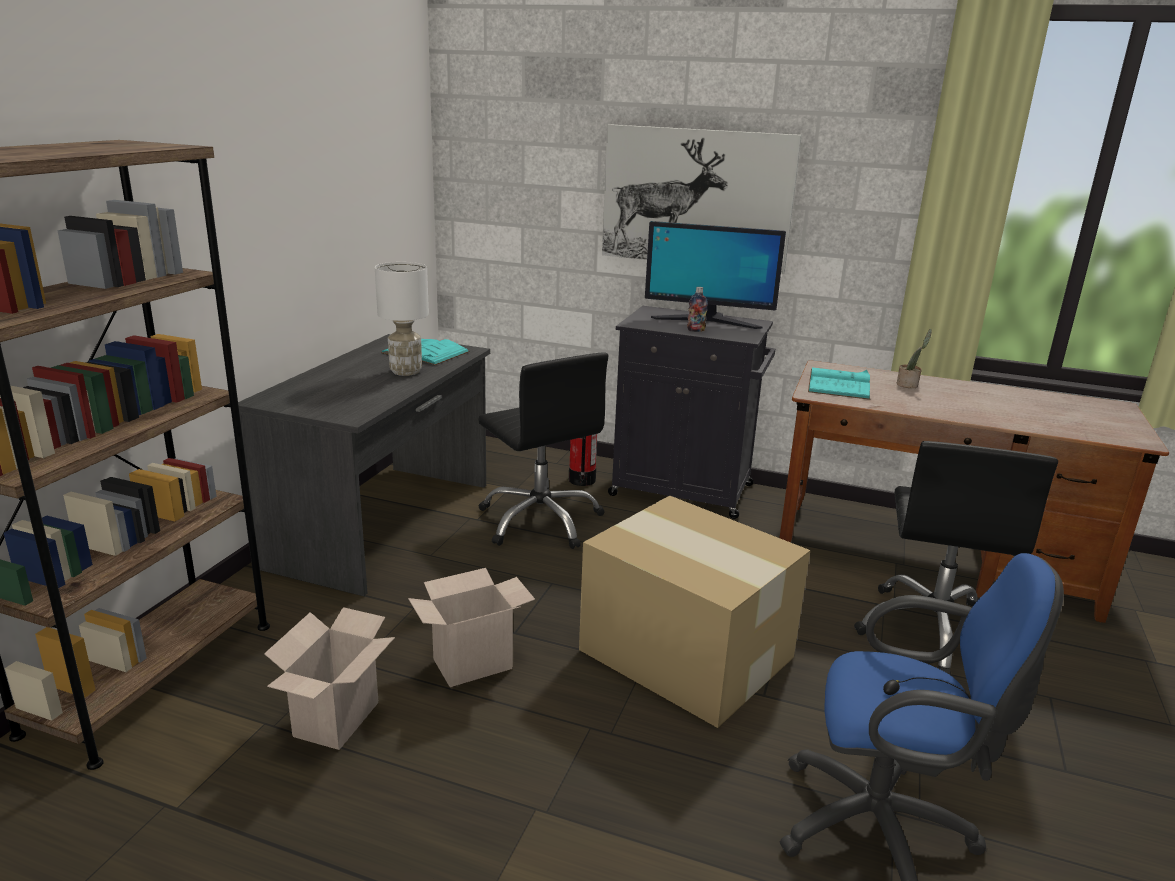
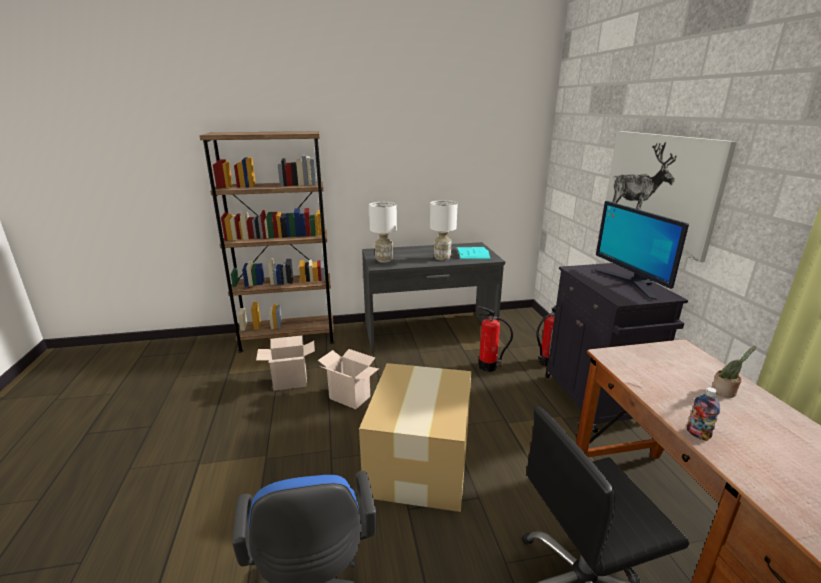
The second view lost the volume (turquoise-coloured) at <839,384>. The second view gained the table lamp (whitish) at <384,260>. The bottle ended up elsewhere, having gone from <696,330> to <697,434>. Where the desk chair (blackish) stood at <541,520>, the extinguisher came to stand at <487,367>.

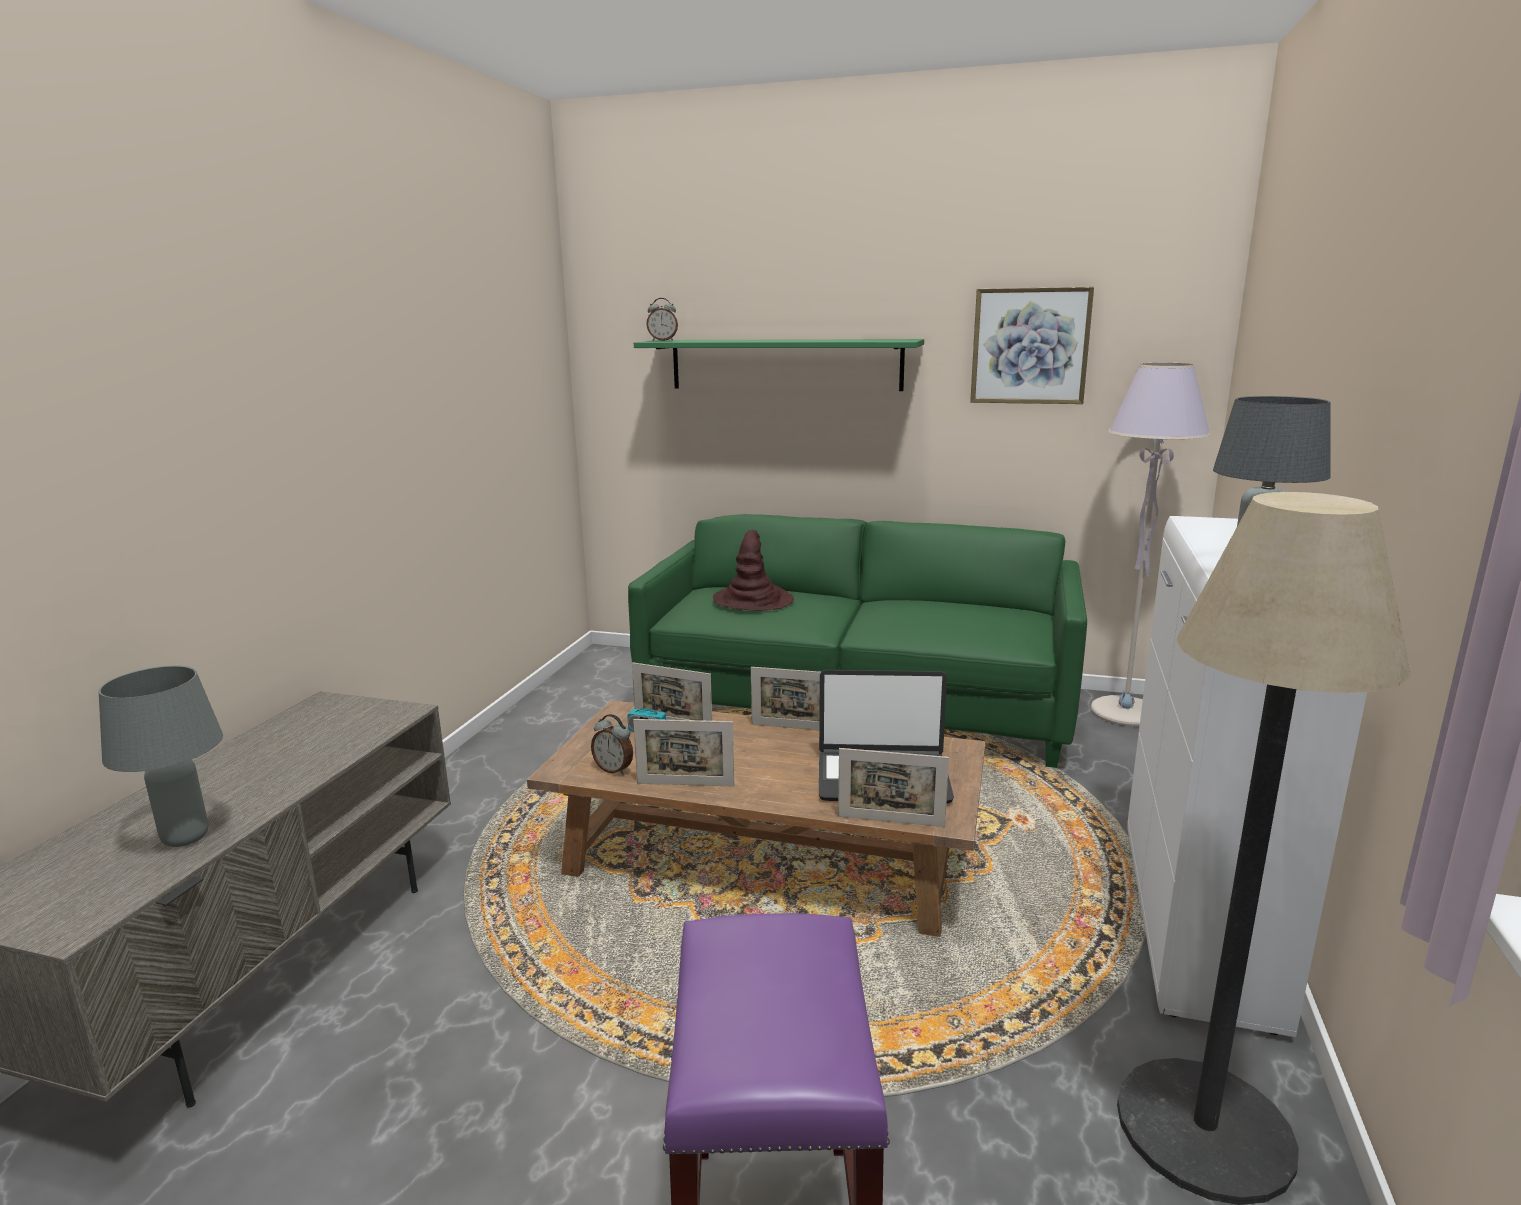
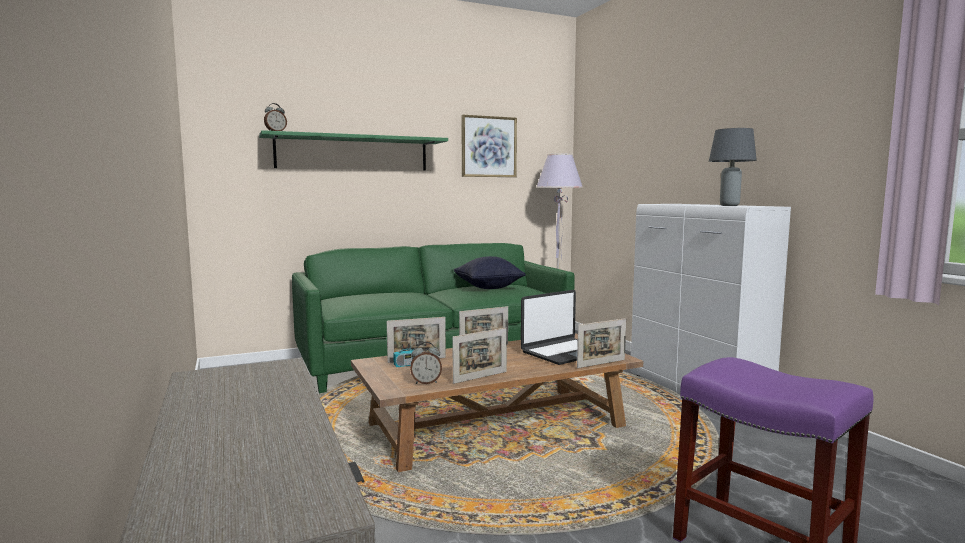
The second view lost the table lamp (greyish) at <186,838>. The second view lost the clothing hat (brownish) at <753,600>. The second view lost the standing lamp at <1204,1129>. The second view gained the pillow (blackish) at <488,287>.

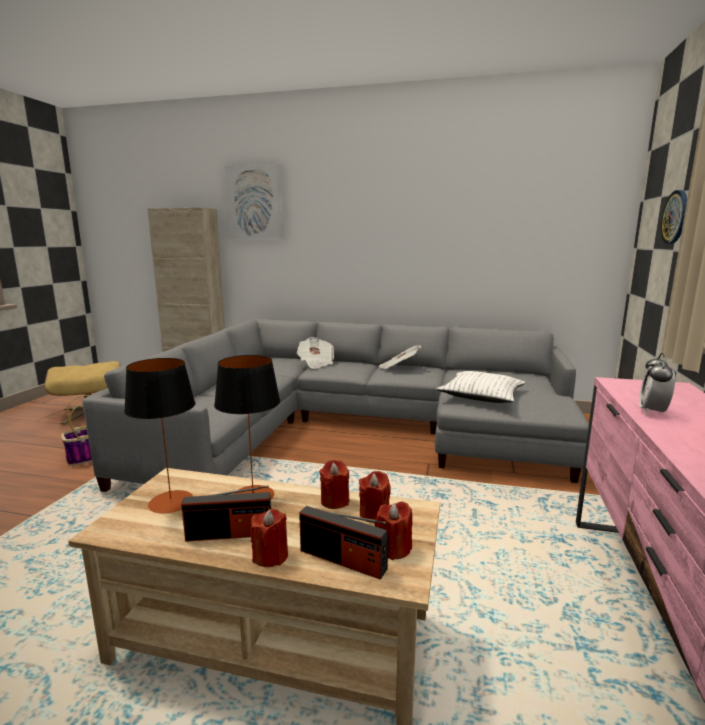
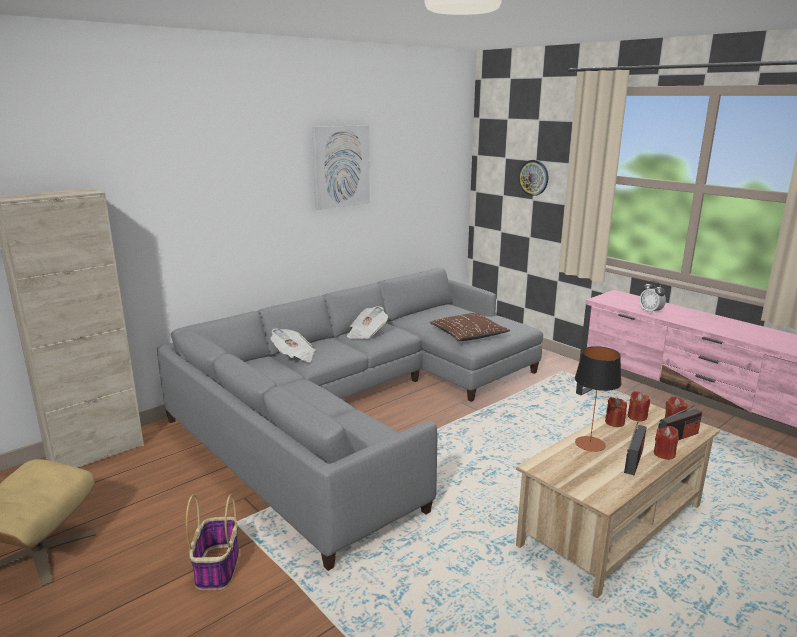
The second view lost the table lamp at <171,502>. The picture ended up elsewhere, having gone from <255,203> to <340,166>. What was the pillow (whitish) at <481,396> turned into the pillow (brownish) at <468,334>.

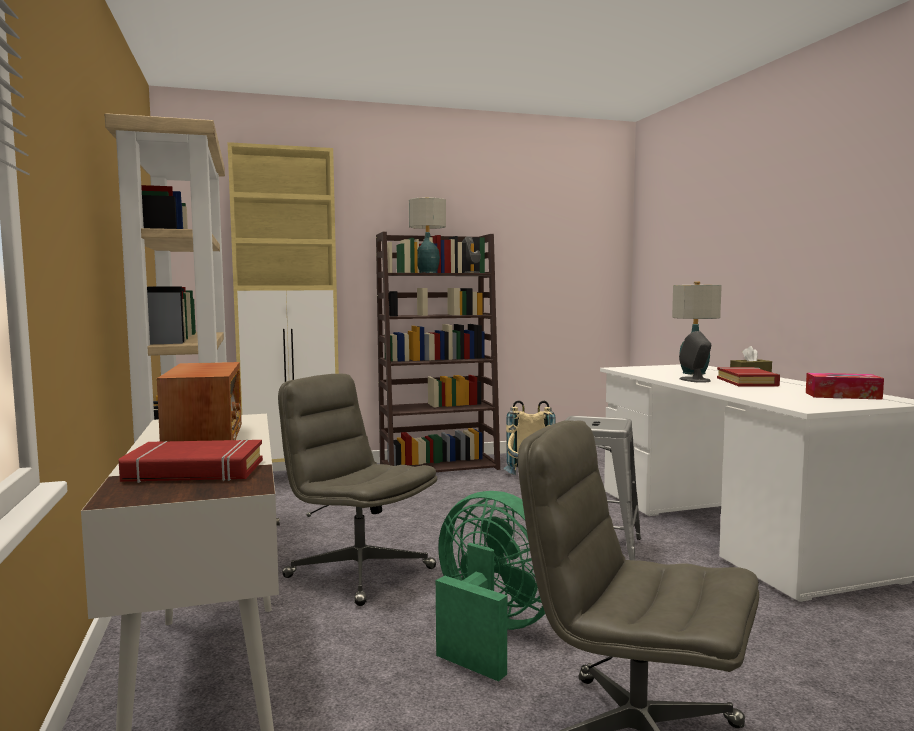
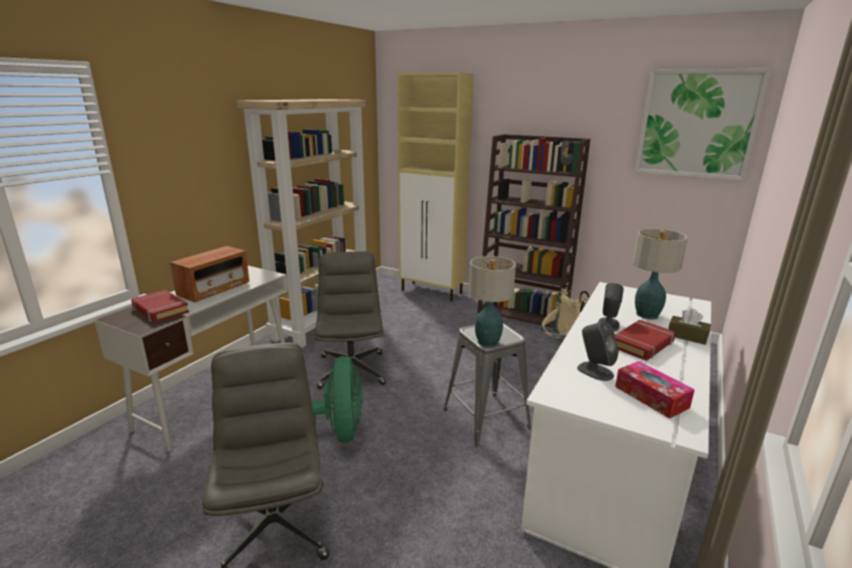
The second view gained the loudspeaker (greyish) at <594,371>. The second view gained the picture at <697,124>. The table lamp ended up elsewhere, having gone from <427,273> to <487,342>.

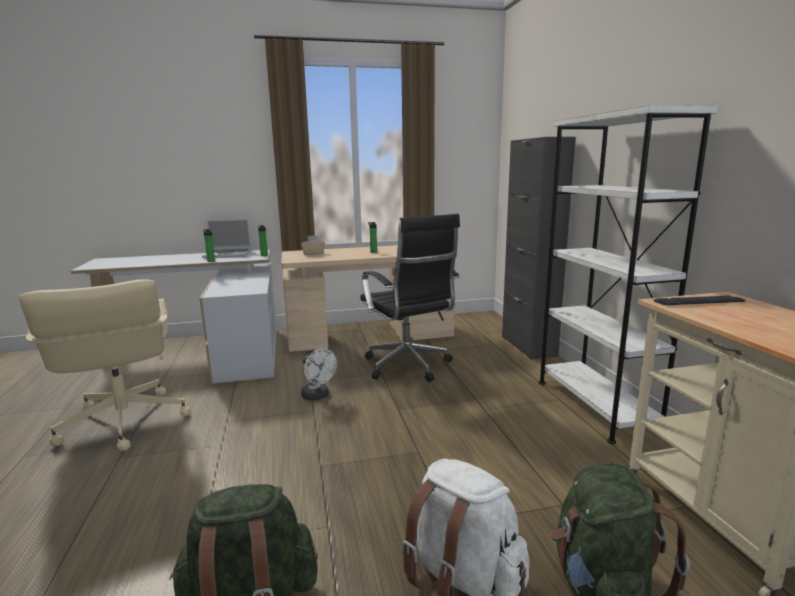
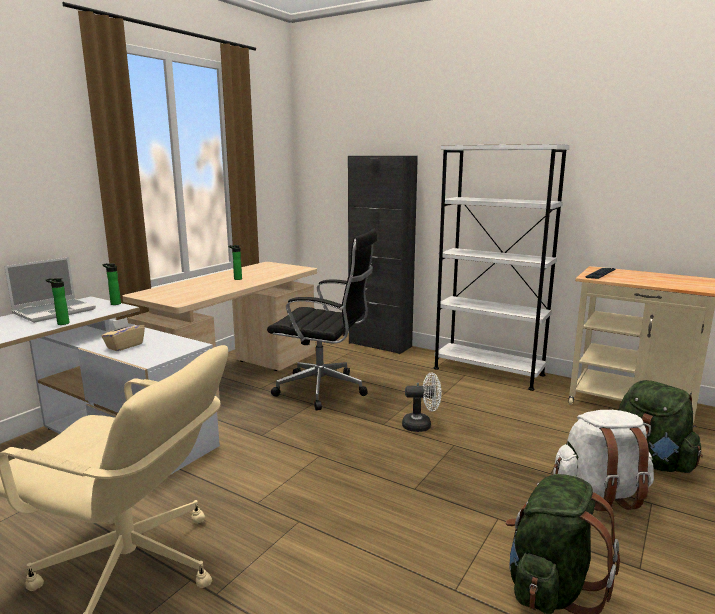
The box of tissues (beige-coloured) ended up elsewhere, having gone from <313,253> to <124,346>. The cooling fan (whitish) ended up elsewhere, having gone from <318,396> to <421,425>.

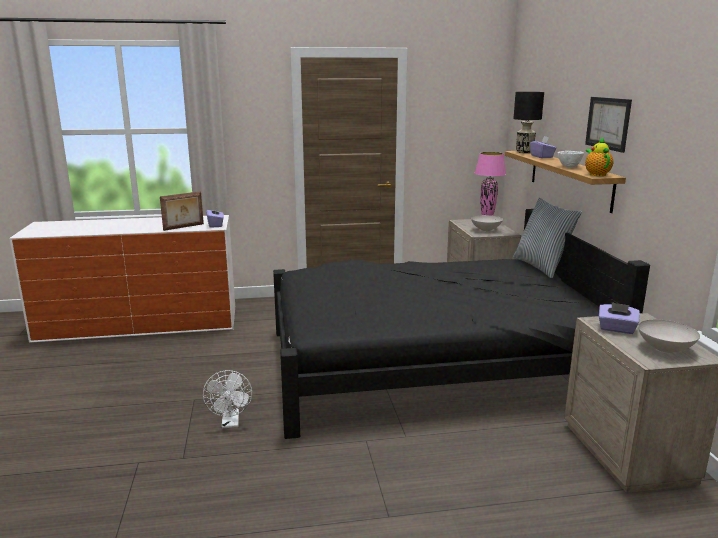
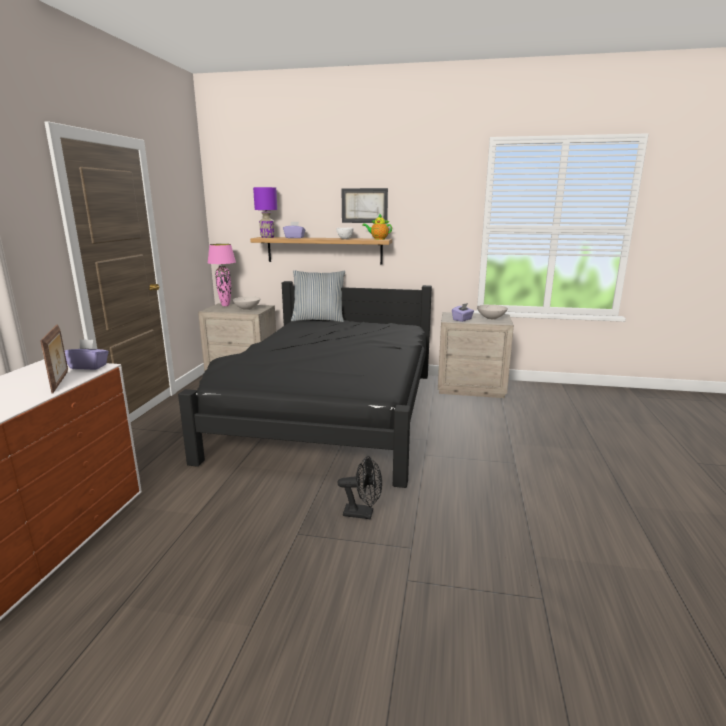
What was the cooling fan (whitish) at <231,423> turned into the cooling fan (blackish) at <363,513>. What was the table lamp (blackish) at <524,152> turned into the table lamp (purple) at <267,237>.

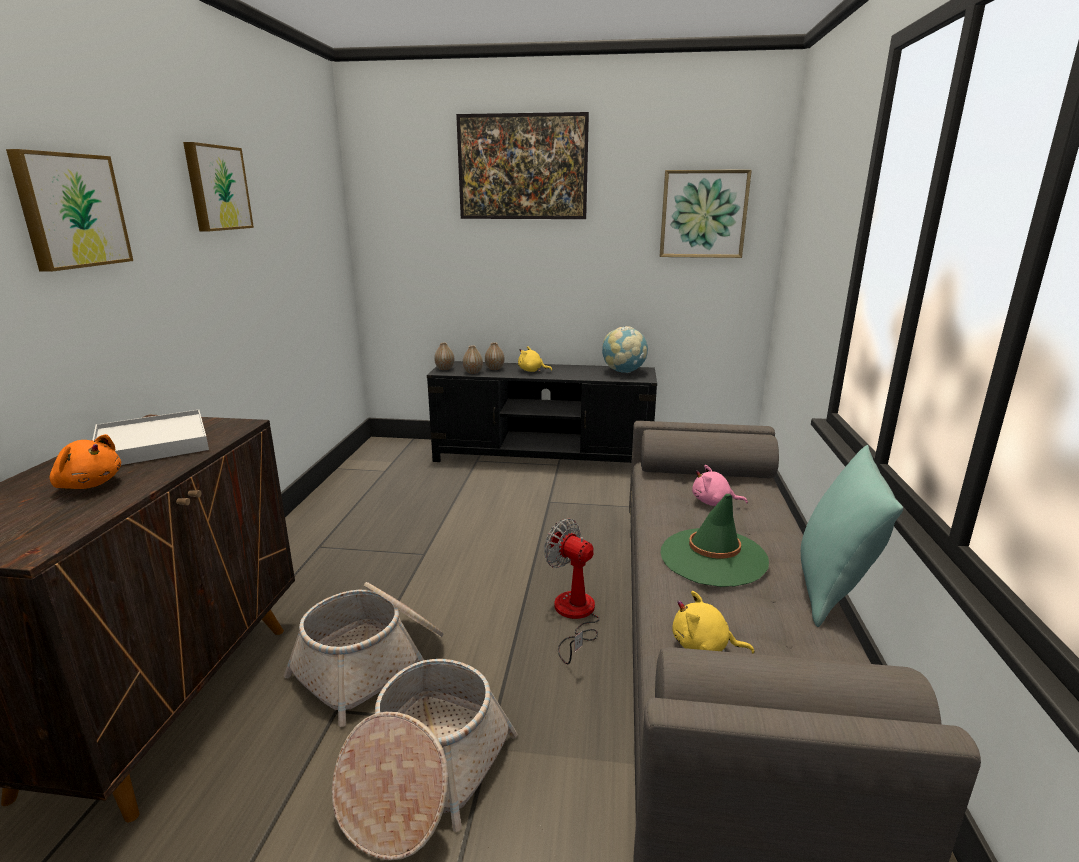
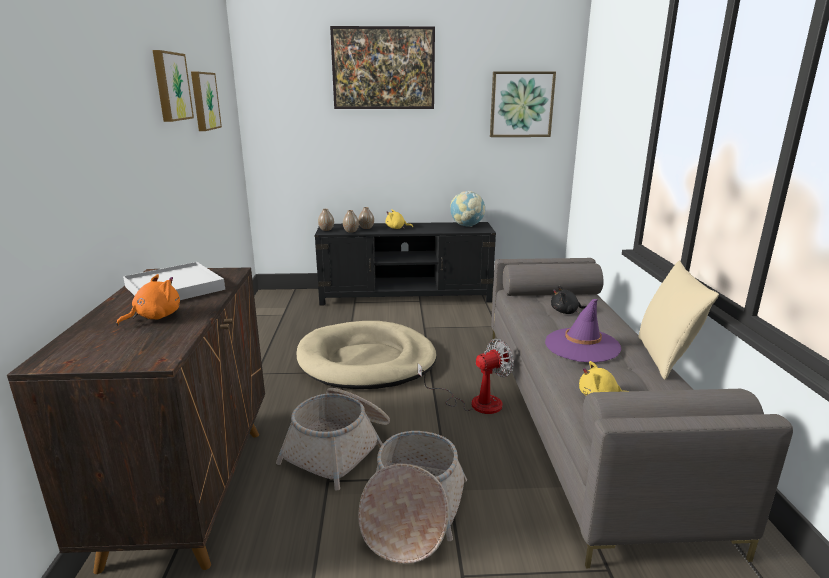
The second view gained the pet bed (beige-coloured) at <366,360>. The picture ended up elsewhere, having gone from <70,211> to <203,101>. What was the clothing hat (green-coloured) at <713,557> turned into the clothing hat (purple) at <582,345>. What was the plush toy (pink) at <714,502> turned into the plush toy (blackish) at <566,312>. What was the pillow (turquoise-coloured) at <832,589> turned into the pillow (beige-coloured) at <665,358>. The plush toy (orange) at <89,484> ended up facing another way, 60 degrees counterclockwise from before. The cooling fan at <574,616> ended up facing another way, 120 degrees clockwise from before.

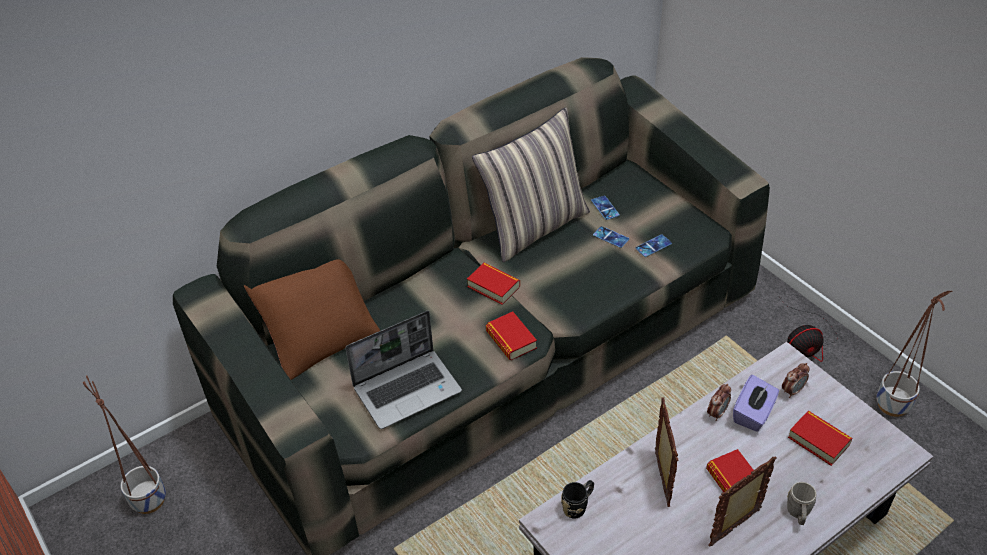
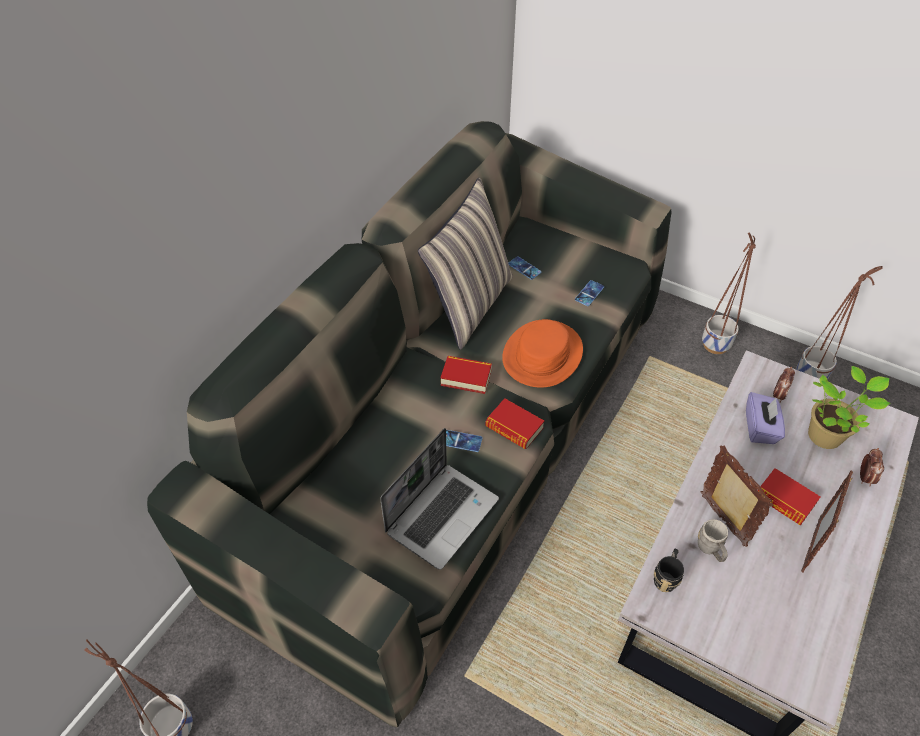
The second view lost the pillow (brownish) at <321,338>. The second view gained the clothing hat (orange) at <542,354>. The telephone ended up elsewhere, having gone from <611,237> to <461,441>. The bedside clock ended up elsewhere, having gone from <717,413> to <864,477>. The mug (greyish) ended up elsewhere, having gone from <798,514> to <710,550>. Where the cooling fan stood at <805,345>, the planter came to stand at <715,345>. Where the volume stood at <818,441>, the potted plant came to stand at <826,435>.

